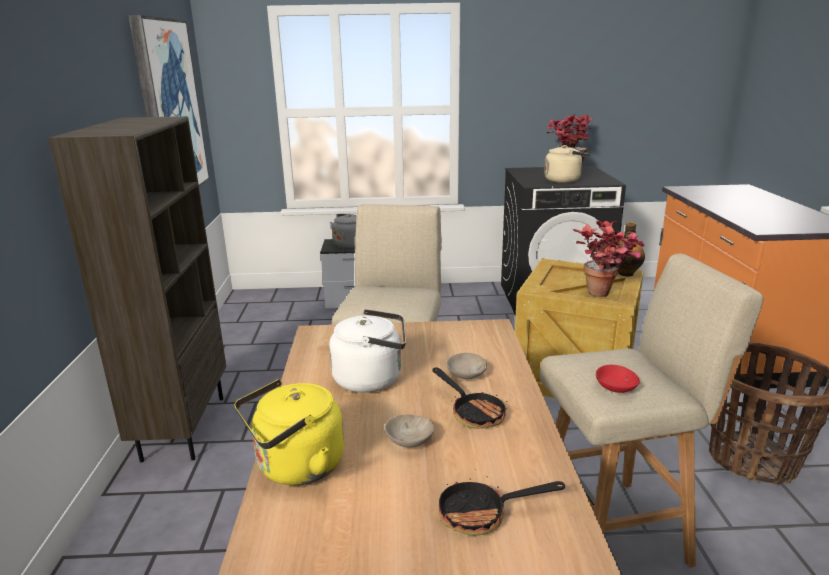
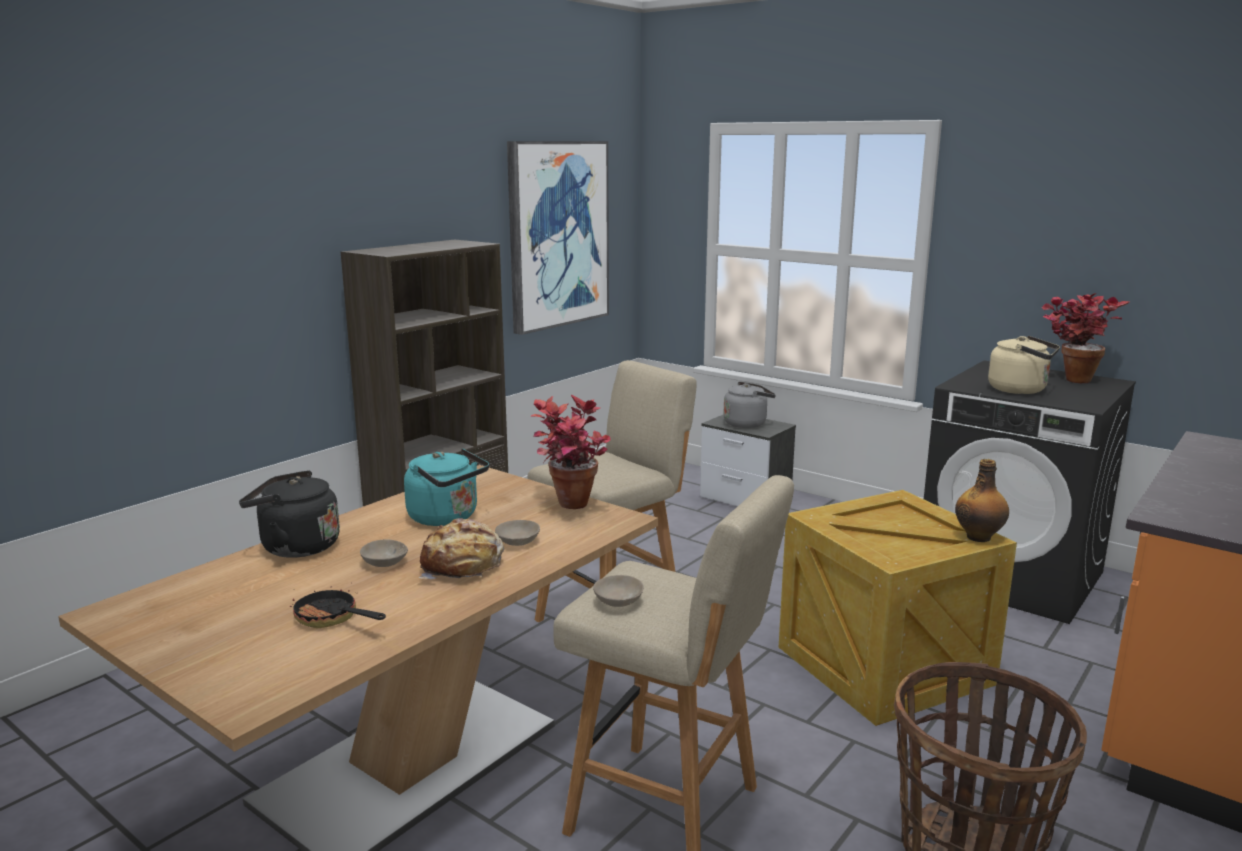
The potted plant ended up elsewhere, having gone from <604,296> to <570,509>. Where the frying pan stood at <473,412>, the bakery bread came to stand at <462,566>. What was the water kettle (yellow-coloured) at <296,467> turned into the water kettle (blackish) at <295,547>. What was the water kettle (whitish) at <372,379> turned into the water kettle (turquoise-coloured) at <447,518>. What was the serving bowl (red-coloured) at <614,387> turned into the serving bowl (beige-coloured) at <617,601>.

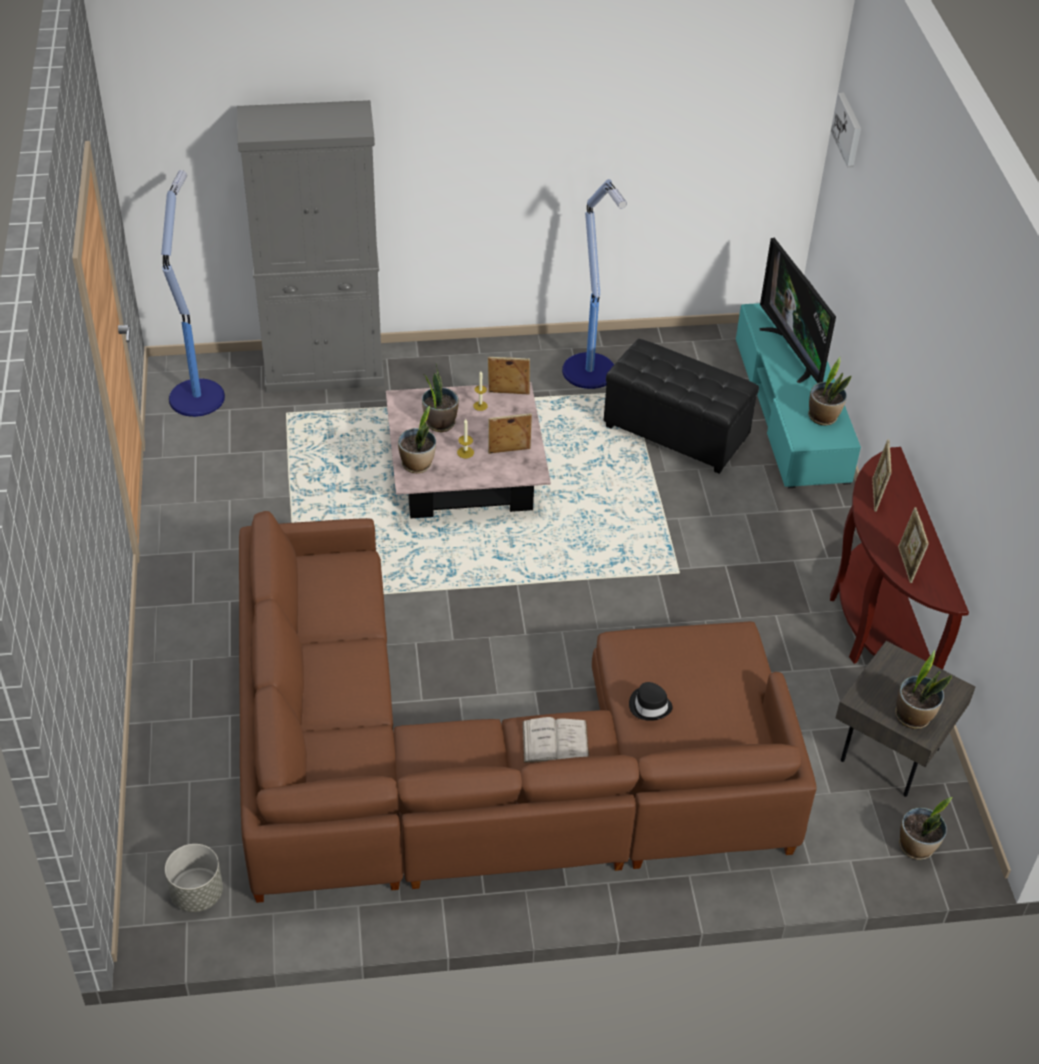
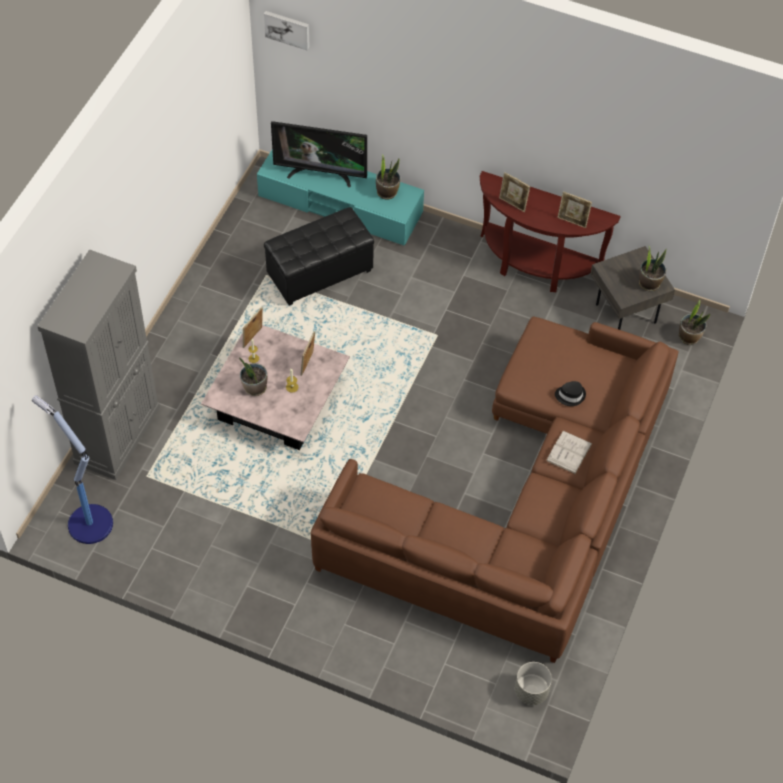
The second view lost the potted plant at <417,464>. The second view lost the standing lamp at <590,372>.

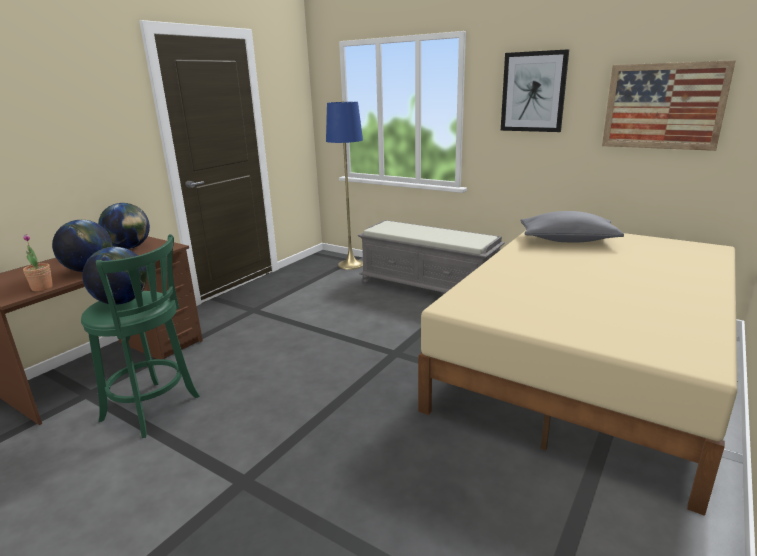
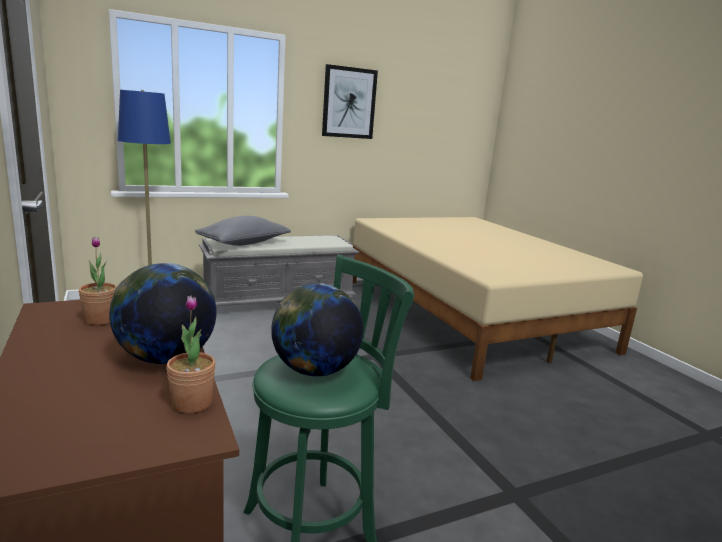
The second view lost the picture at <663,106>. The pillow (greyish) ended up elsewhere, having gone from <567,240> to <244,243>. Where the world globe stood at <129,248>, the potted plant came to stand at <100,320>.

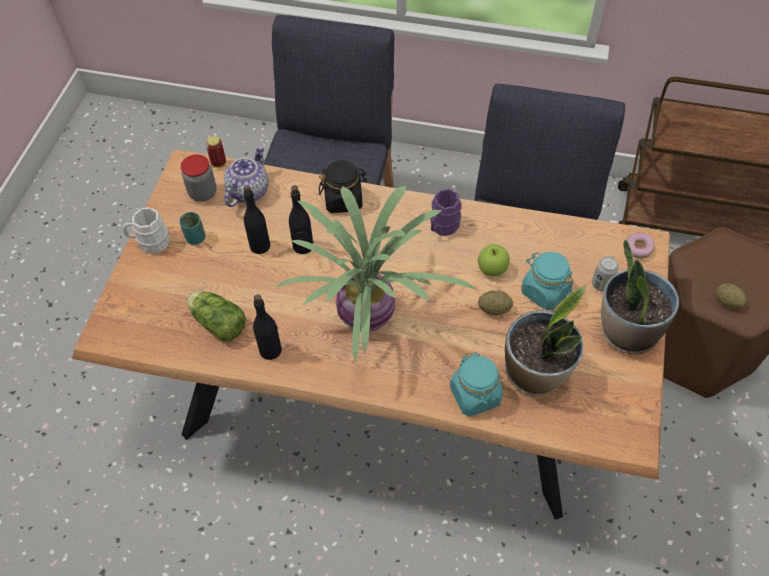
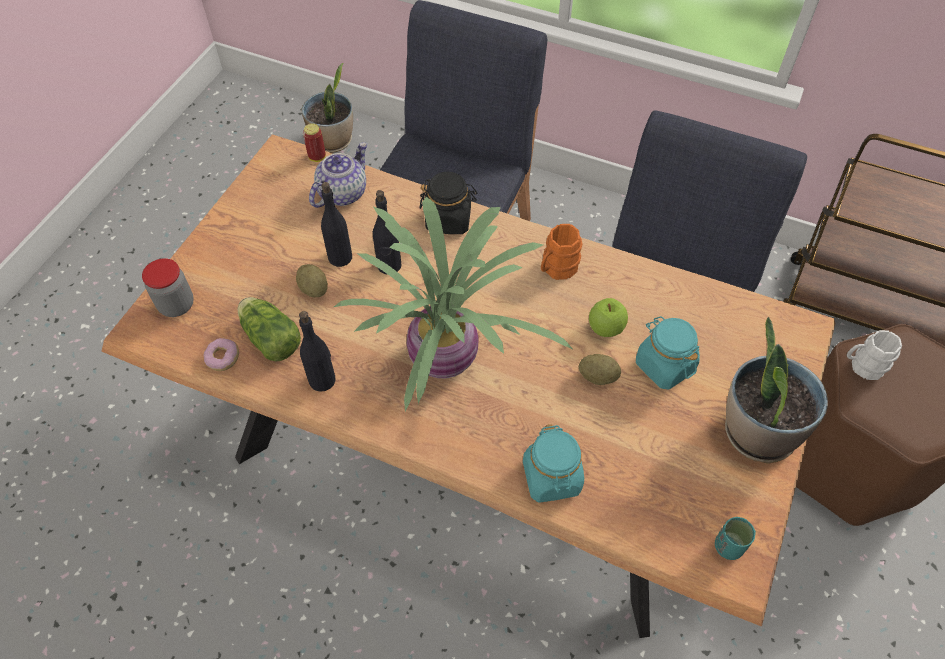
The second view lost the sealed can at <601,284>. The mug (whitish) ended up elsewhere, having gone from <150,242> to <863,366>. The cup (turquoise-coloured) ended up elsewhere, having gone from <195,238> to <728,547>. The preserve jar ended up elsewhere, having gone from <203,193> to <176,305>. The potted plant ended up elsewhere, having gone from <535,373> to <333,141>. The donut ended up elsewhere, having gone from <638,249> to <223,359>. The whole potato ended up elsewhere, having gone from <727,301> to <314,289>. What was the mug (purple) at <442,227> turned into the mug (orange) at <556,268>.

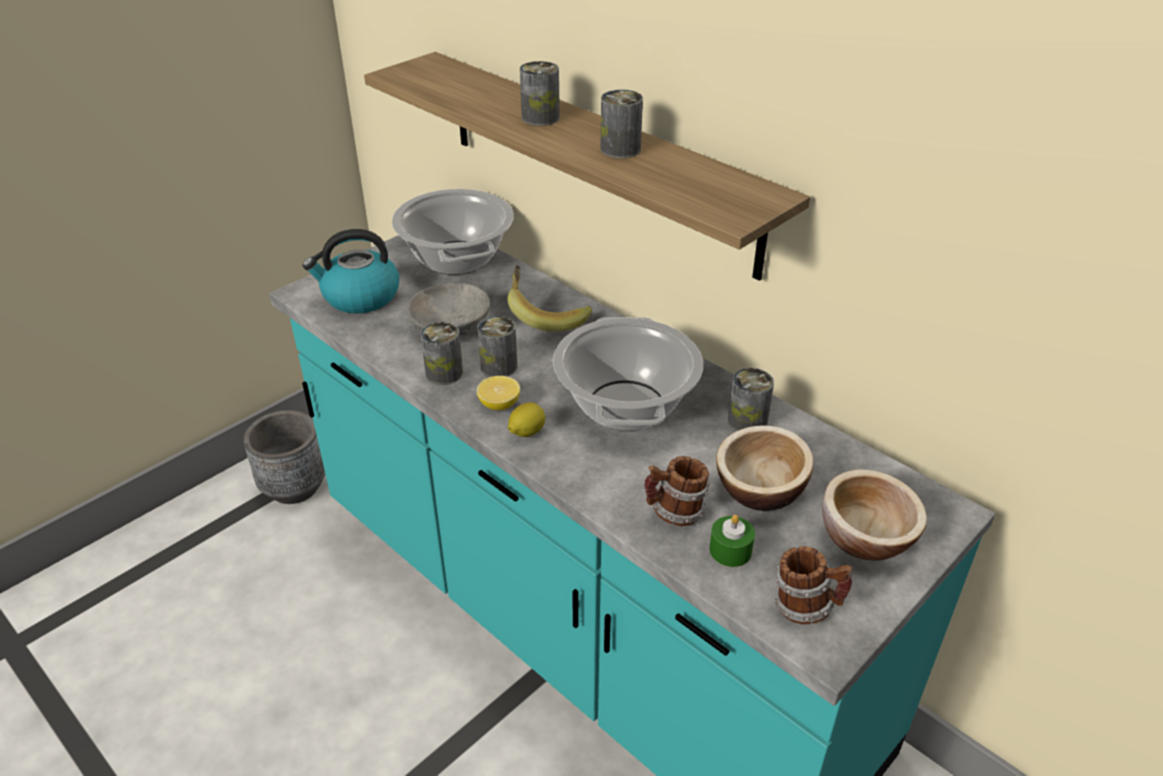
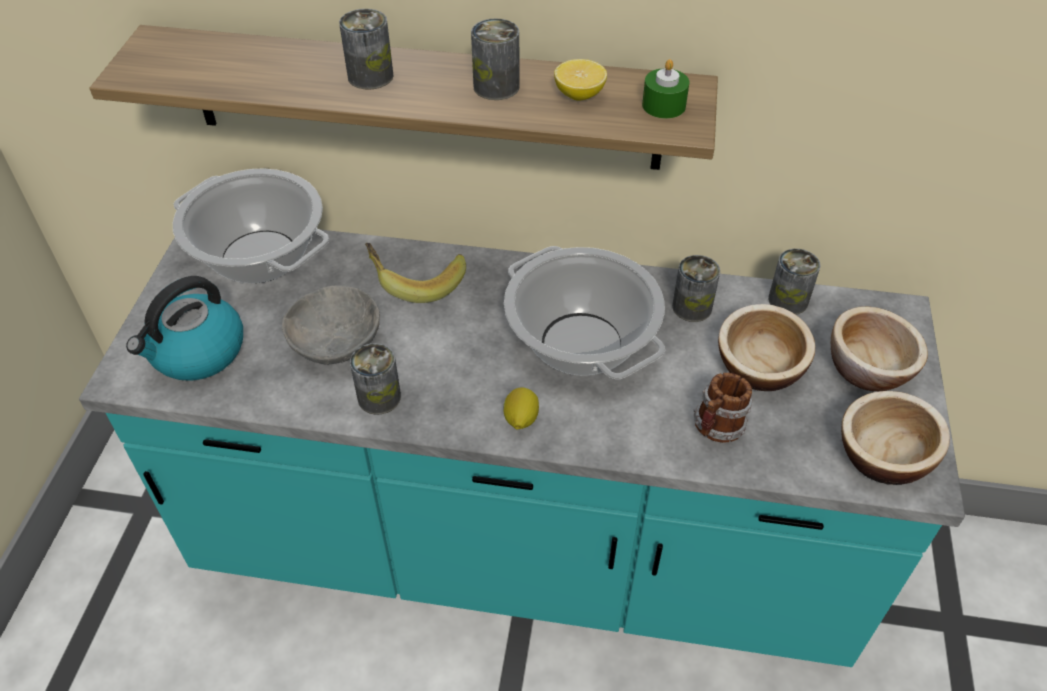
The second view lost the planter (greyish) at <294,487>. The sealed can ended up elsewhere, having gone from <499,366> to <788,300>. The lemon ended up elsewhere, having gone from <499,405> to <579,95>. The wax candle (green-coloured) ended up elsewhere, having gone from <730,550> to <663,105>. Where the mug stood at <806,607>, the serving bowl came to stand at <883,456>.

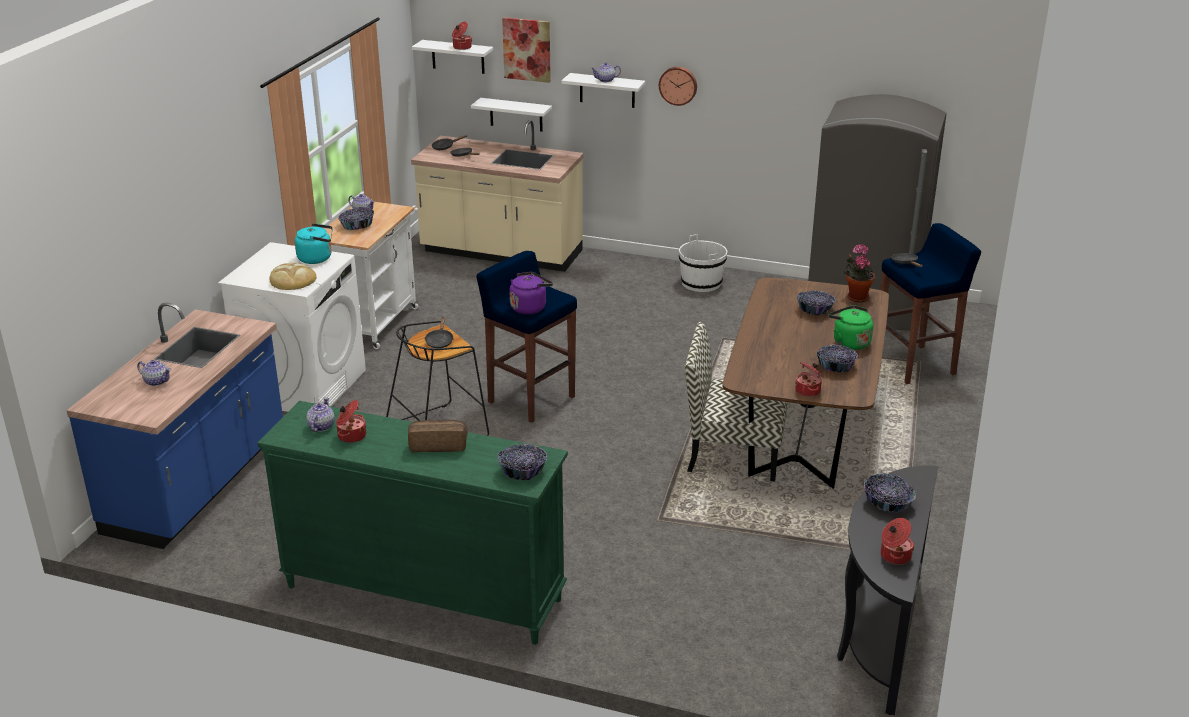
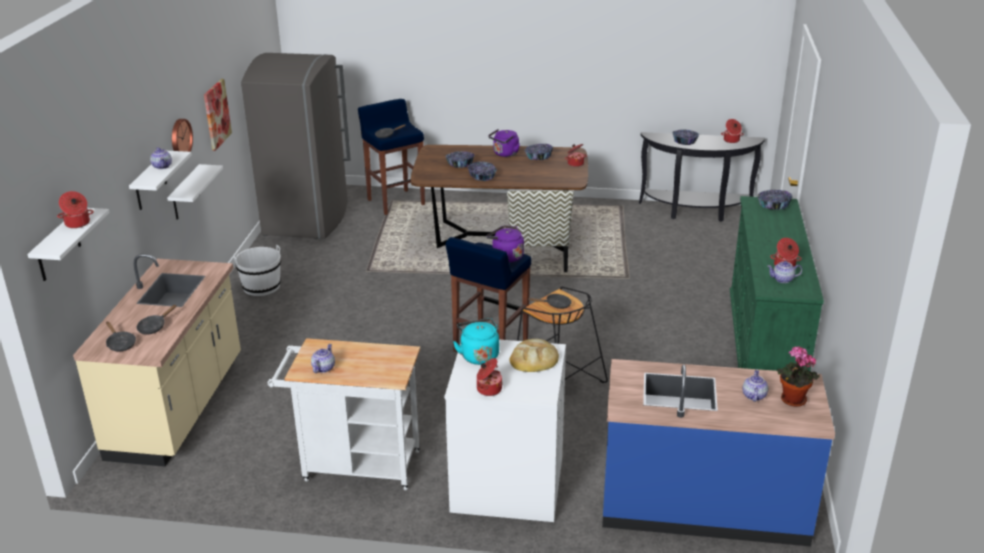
The second view lost the bakery bread at <438,445>. The second view gained the saucepot at <488,389>. The serving bowl ended up elsewhere, having gone from <357,225> to <482,177>. The wall shelf (whitish) ended up elsewhere, having gone from <516,114> to <185,193>. The picture ended up elsewhere, having gone from <527,49> to <216,114>. The potted plant ended up elsewhere, having gone from <856,297> to <791,401>. What was the water kettle (green-coloured) at <849,342> turned into the water kettle (purple) at <505,154>.

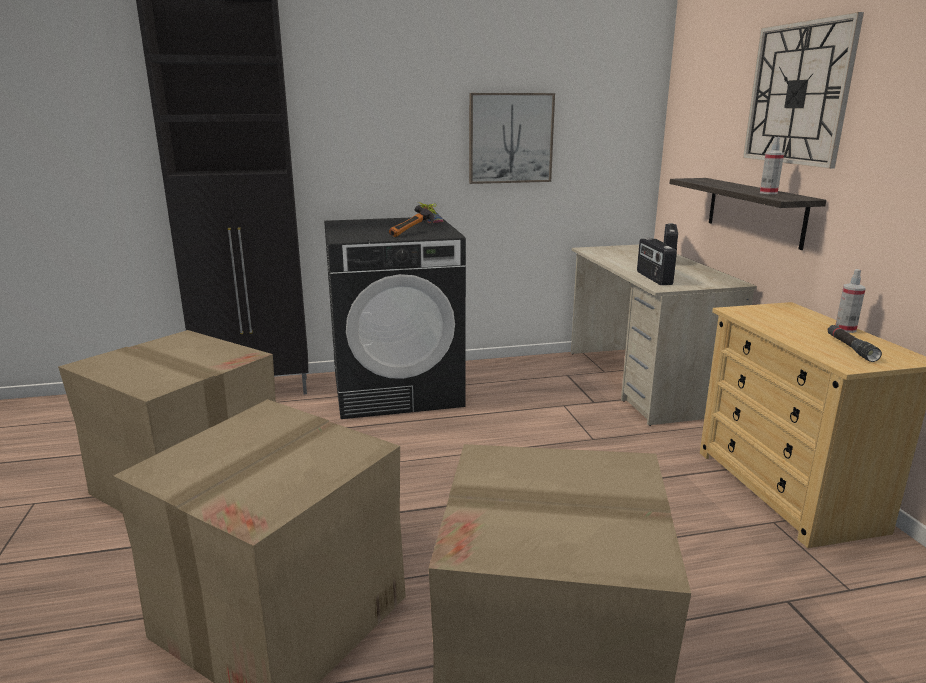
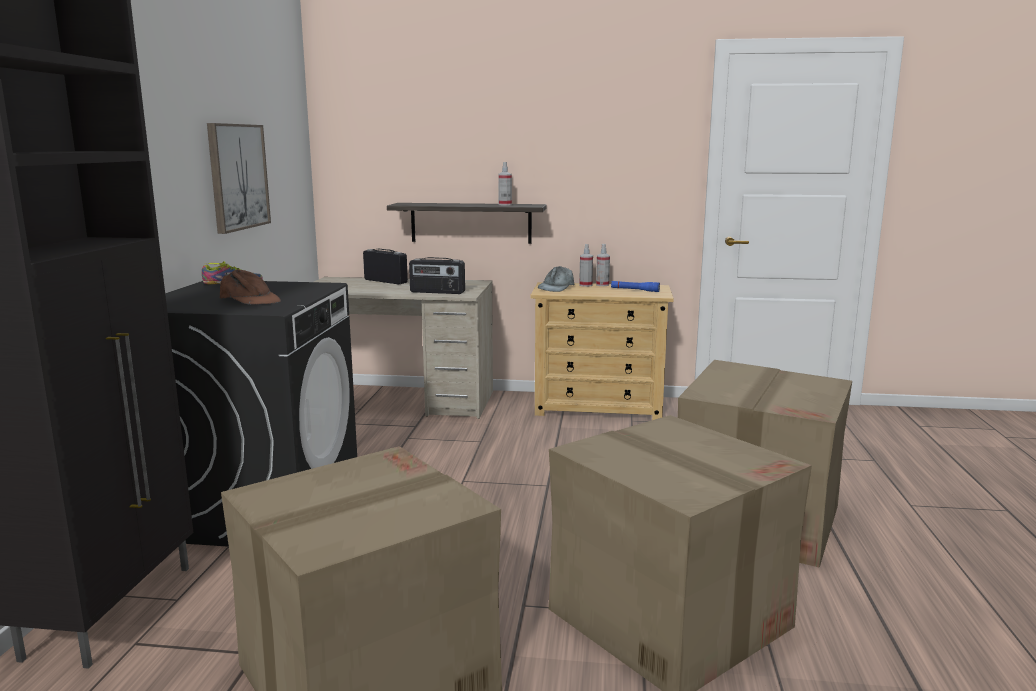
The second view lost the hammer at <413,233>. The second view lost the wall clock at <798,94>. The second view gained the baseball cap (brownish) at <249,300>. The second view gained the baseball cap (greyish) at <556,287>. The second view gained the hand sprayer at <585,285>. What was the hand torch (blackish) at <850,348> turned into the hand torch (bluish) at <635,290>.

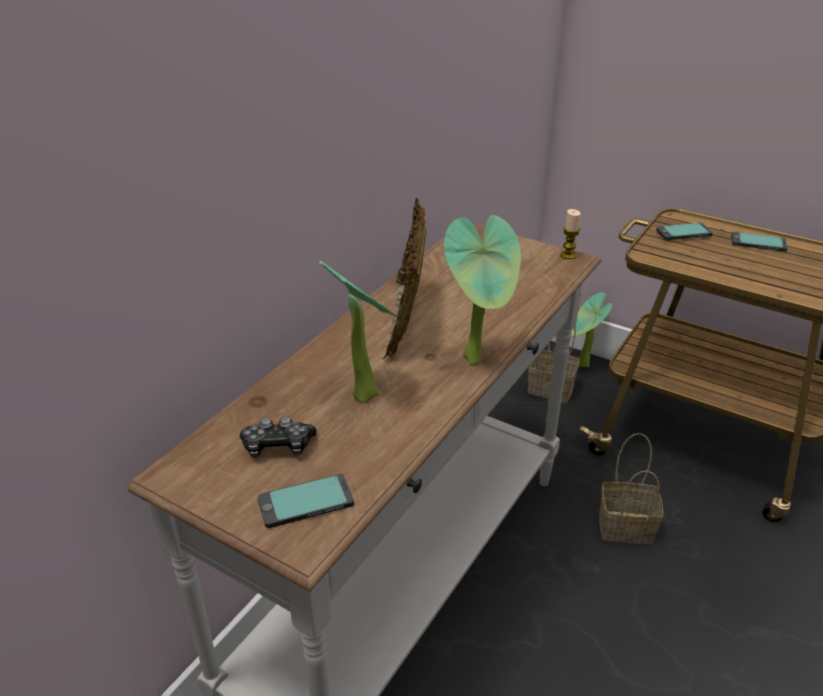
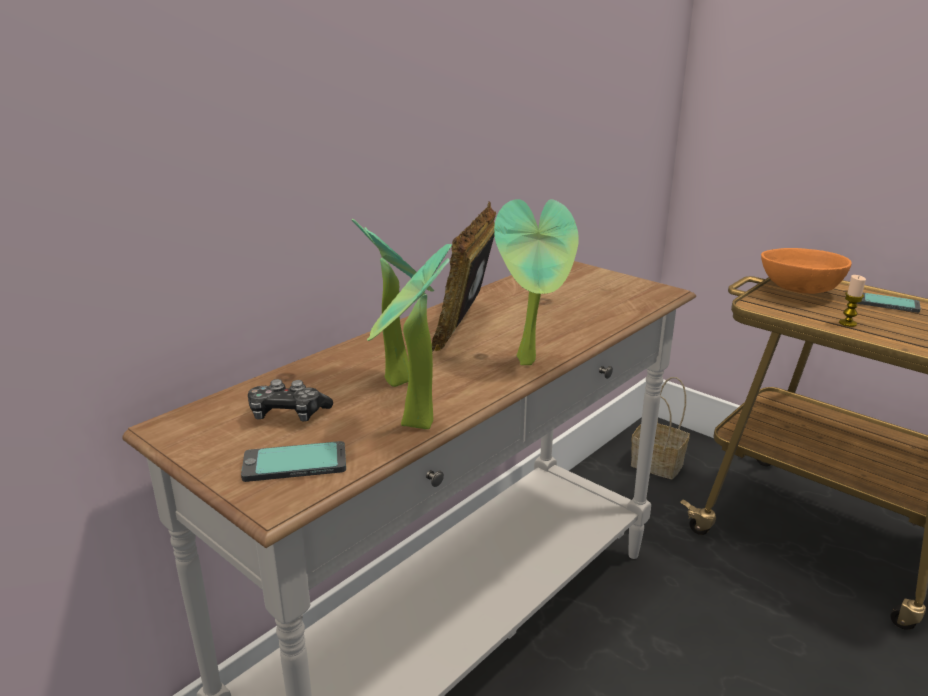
The second view lost the basket at <627,526>. The wax candle ended up elsewhere, having gone from <568,255> to <847,323>. The potted plant ended up elsewhere, having gone from <581,367> to <413,428>. Where the telephone stood at <684,233>, the serving bowl (orange) came to stand at <801,290>.

